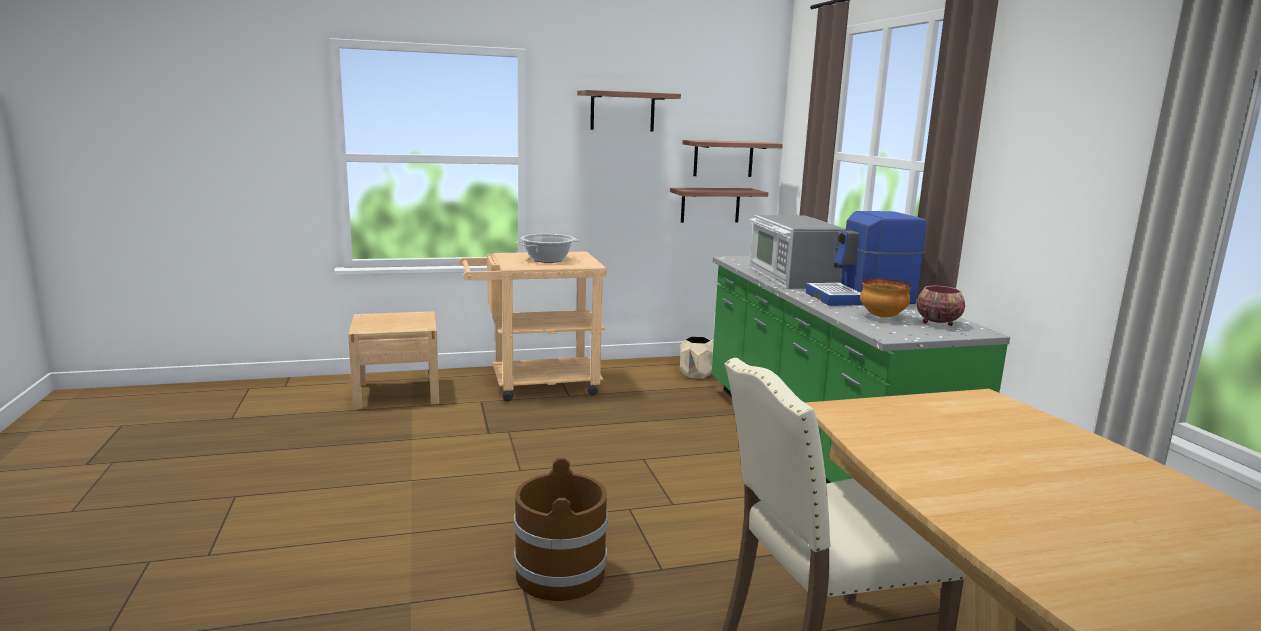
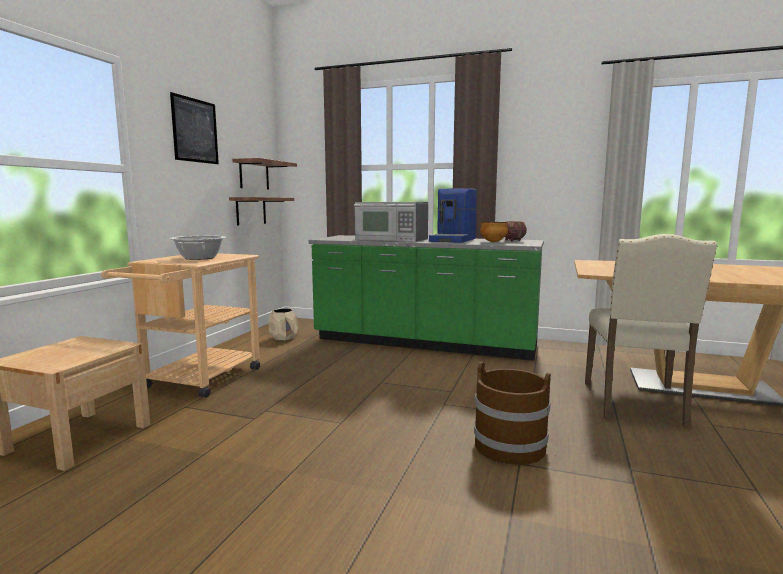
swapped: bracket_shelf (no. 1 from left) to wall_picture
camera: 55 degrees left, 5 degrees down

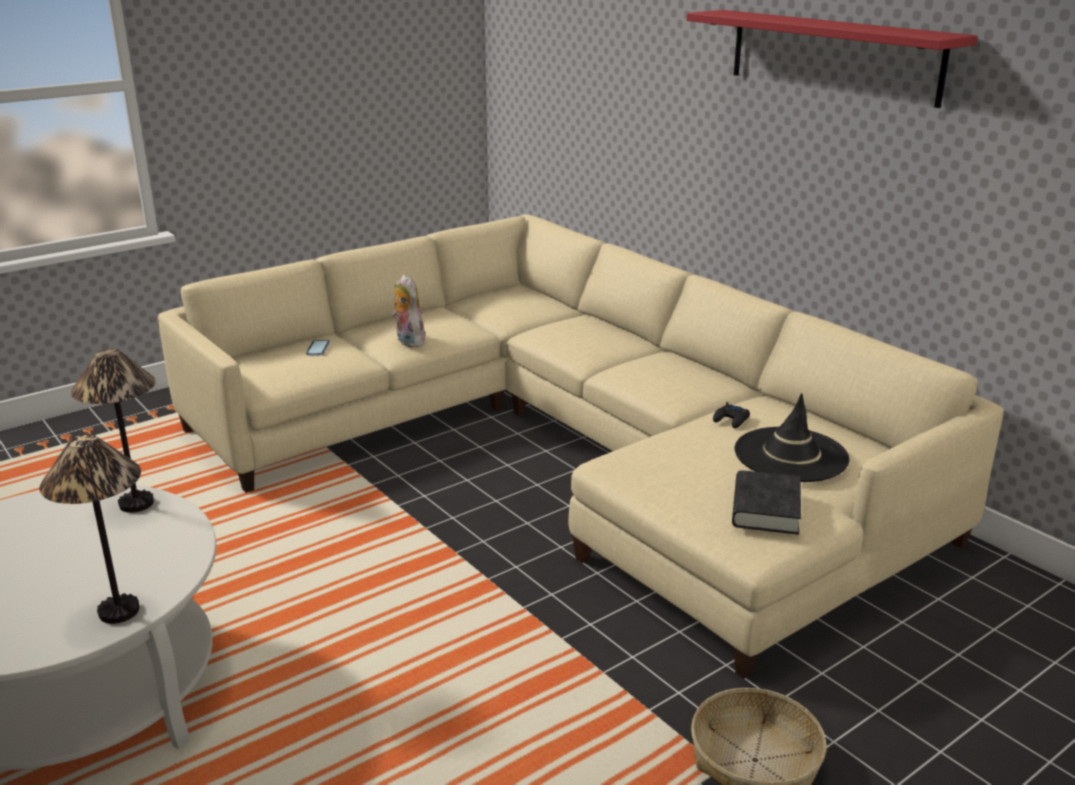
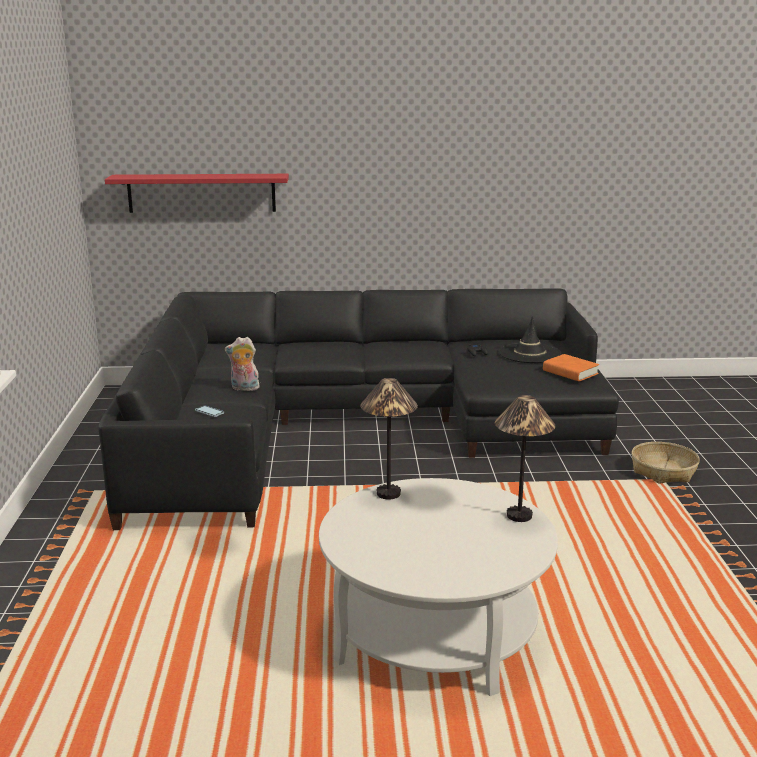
shifted: red_bracket_shelf
repainted: sand-coloured_sofa to blackish_sofa; blackish_book to orangey_book
camera: 55 degrees left, 5 degrees down

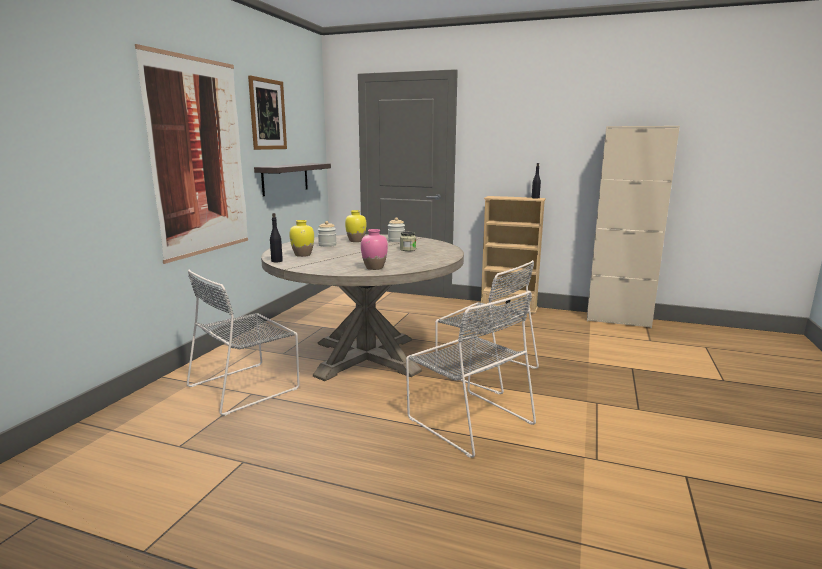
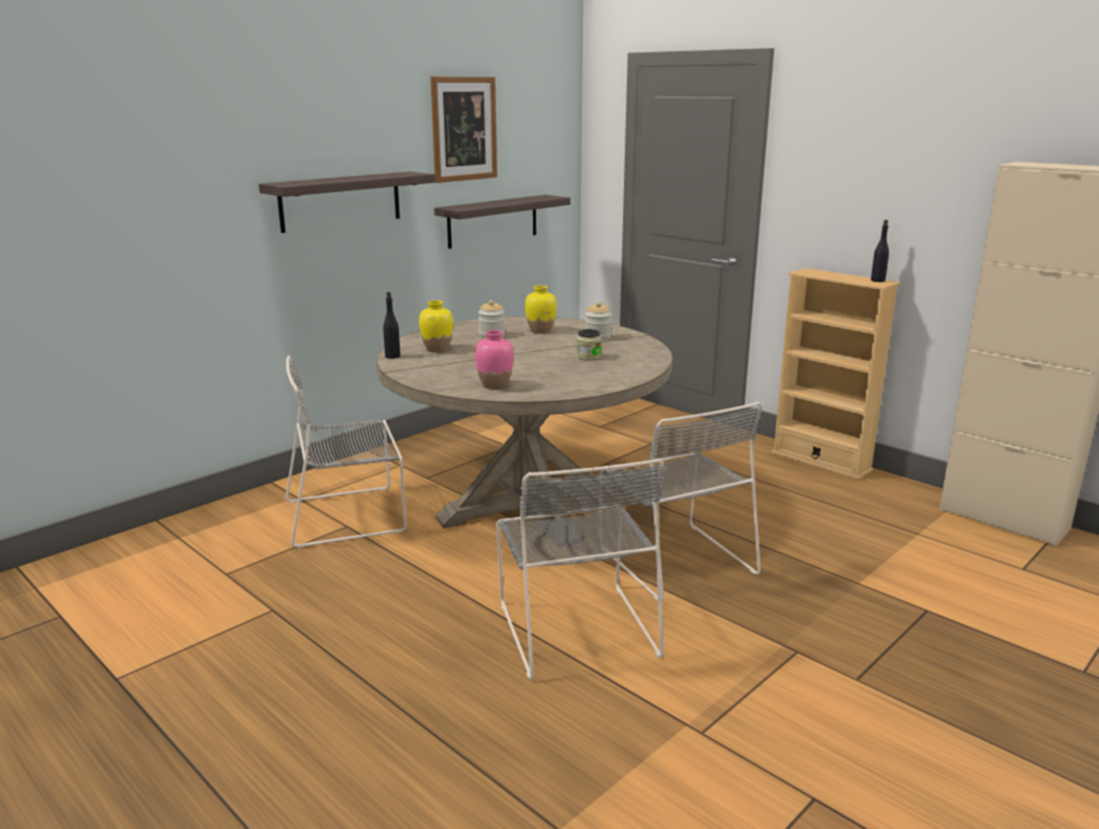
swapped: wall_picture (no. 1 from left) to bracket_shelf (no. 1 from left)
camera: 25 degrees right, 5 degrees up

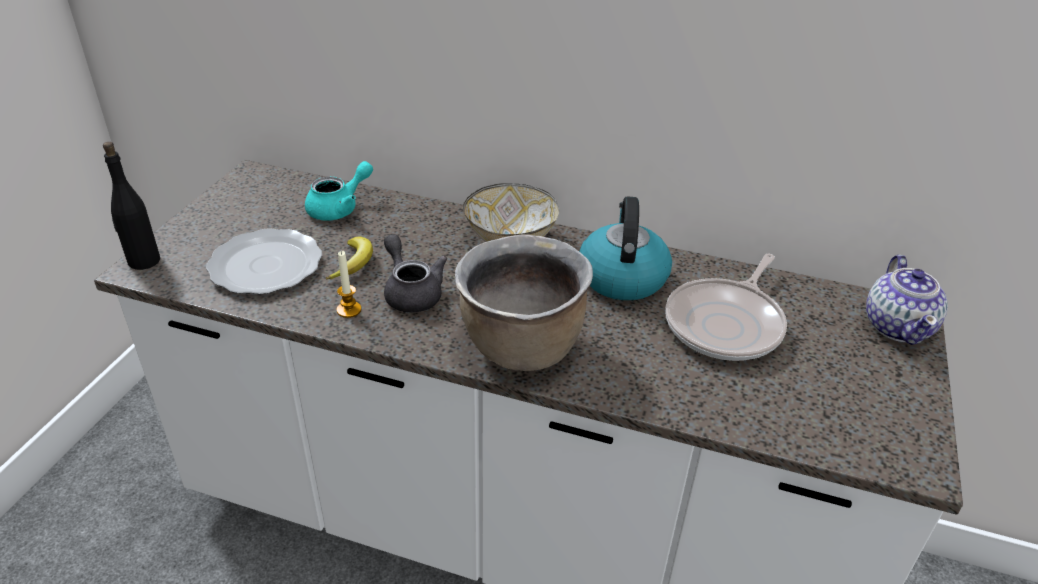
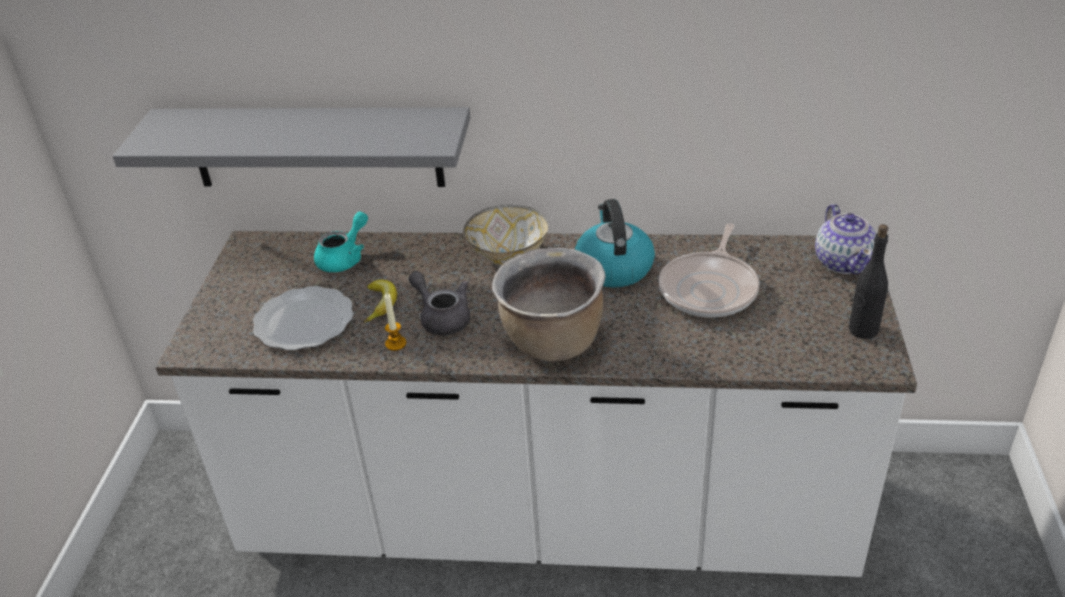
new: greyish_bracket_shelf
shifted: blackish_bottle
camera: 10 degrees left, 0 degrees up

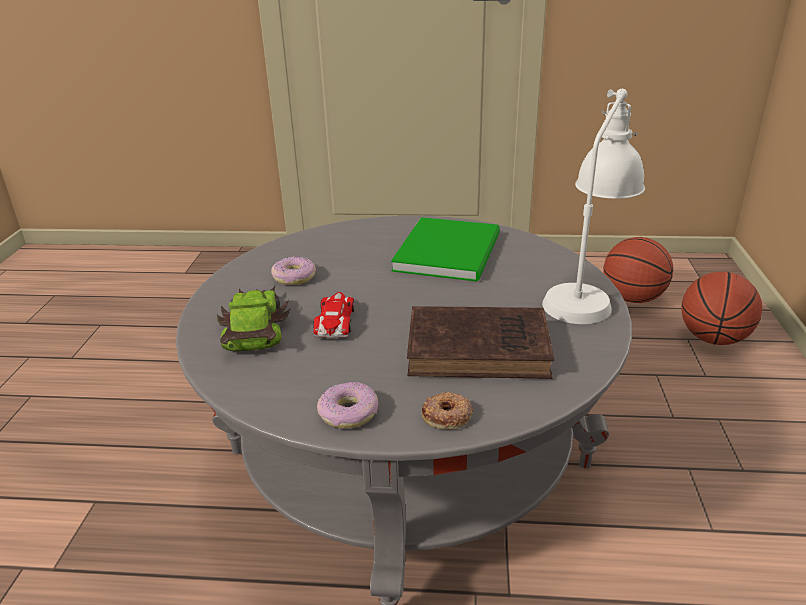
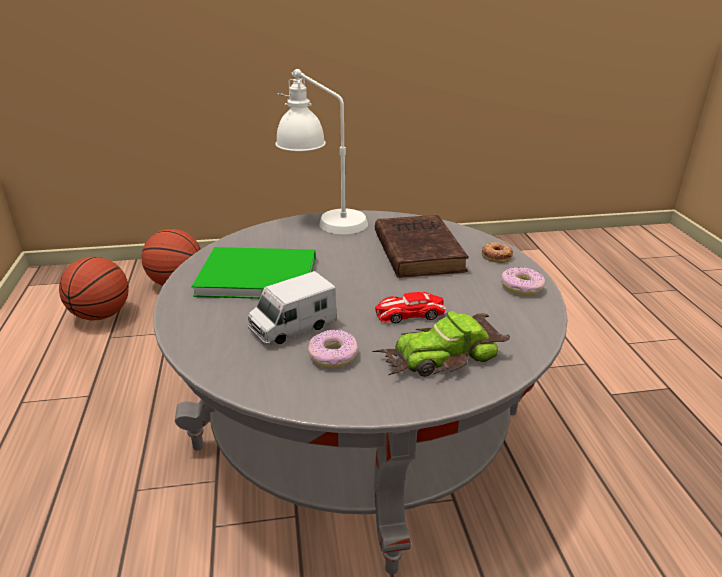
new: model_truck
camera: 105 degrees left, 0 degrees up

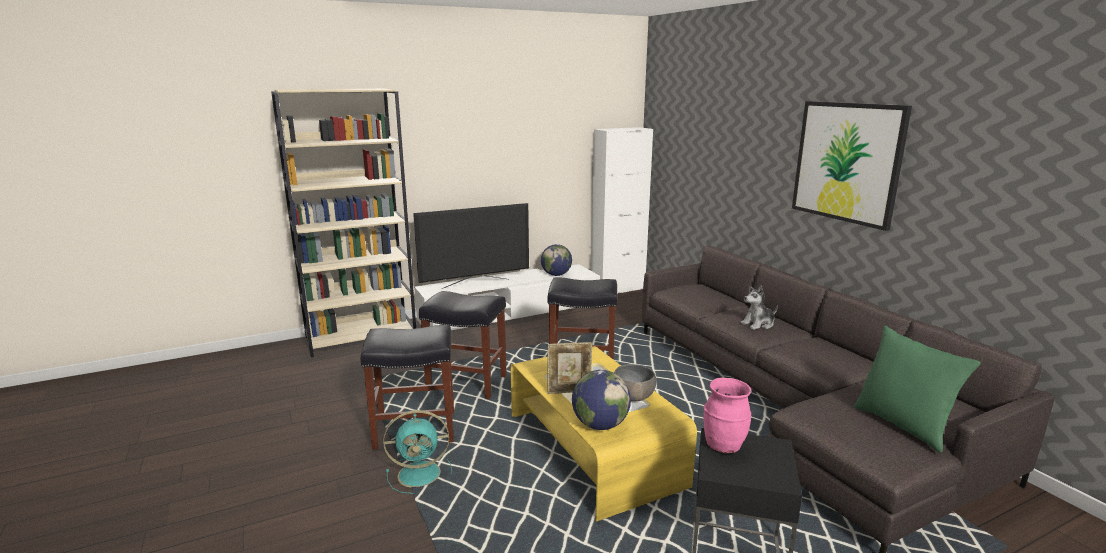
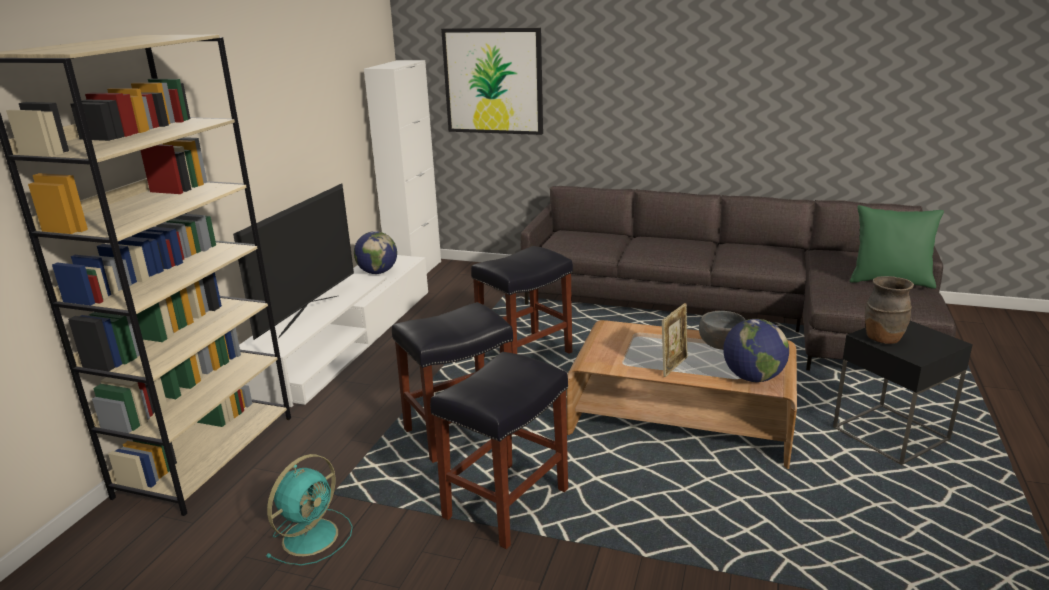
gone: cuddly_toy
shifted: turquoise-coloured_electric_fan; wall_picture
repainted: yellow_coffee_table to brown_coffee_table; pink_decorative_vase to brown_decorative_vase
camera: 45 degrees left, 5 degrees up

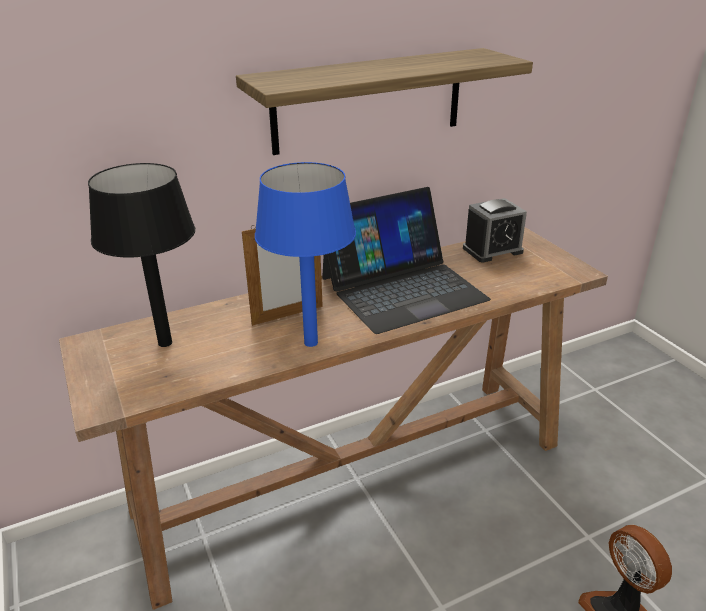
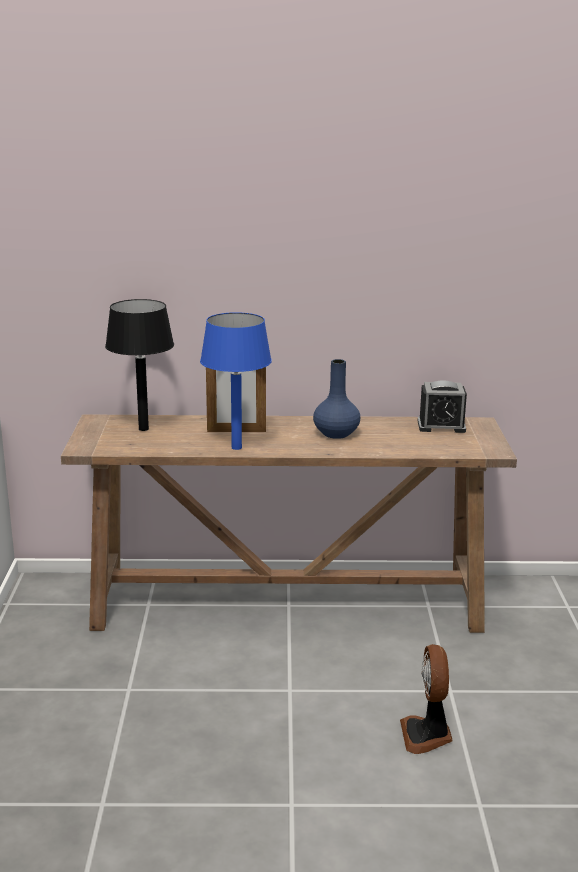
gone: bracket_shelf
swapped: notebook_computer to blue_decorative_vase
camera: 25 degrees right, 10 degrees down

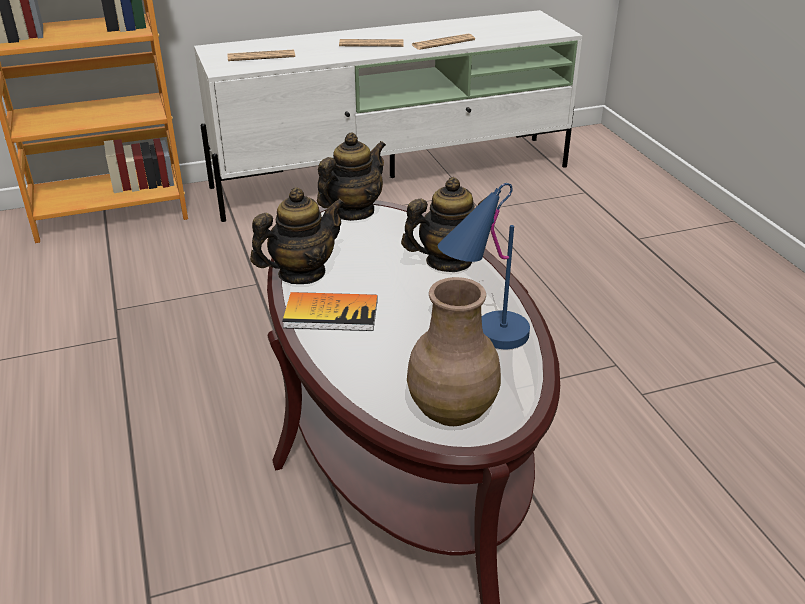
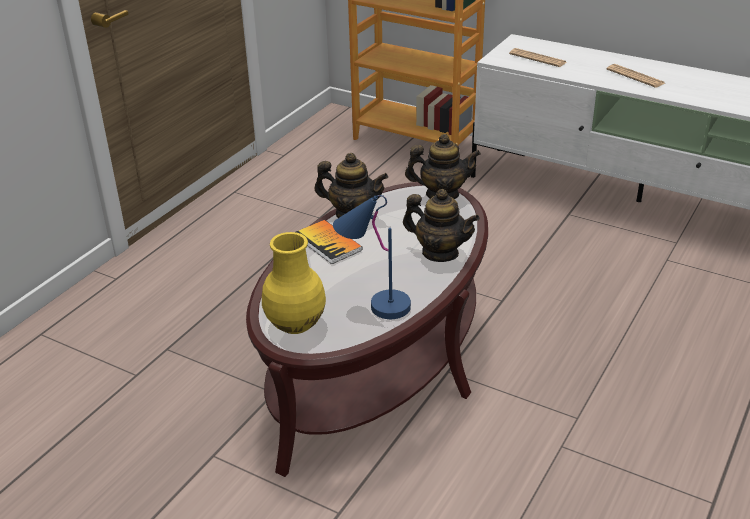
gone: newspaper (no. 3 from left)
repainted: brown_decorative_vase to yellow_decorative_vase
camera: 50 degrees right, 0 degrees up

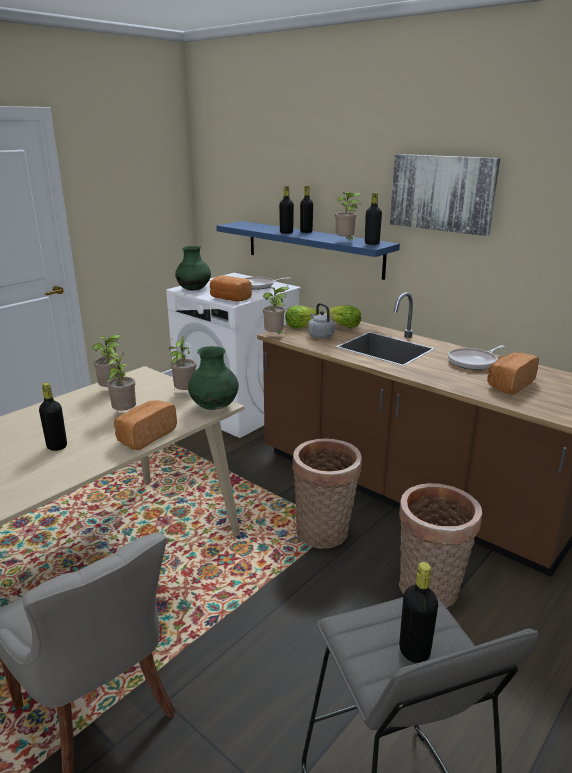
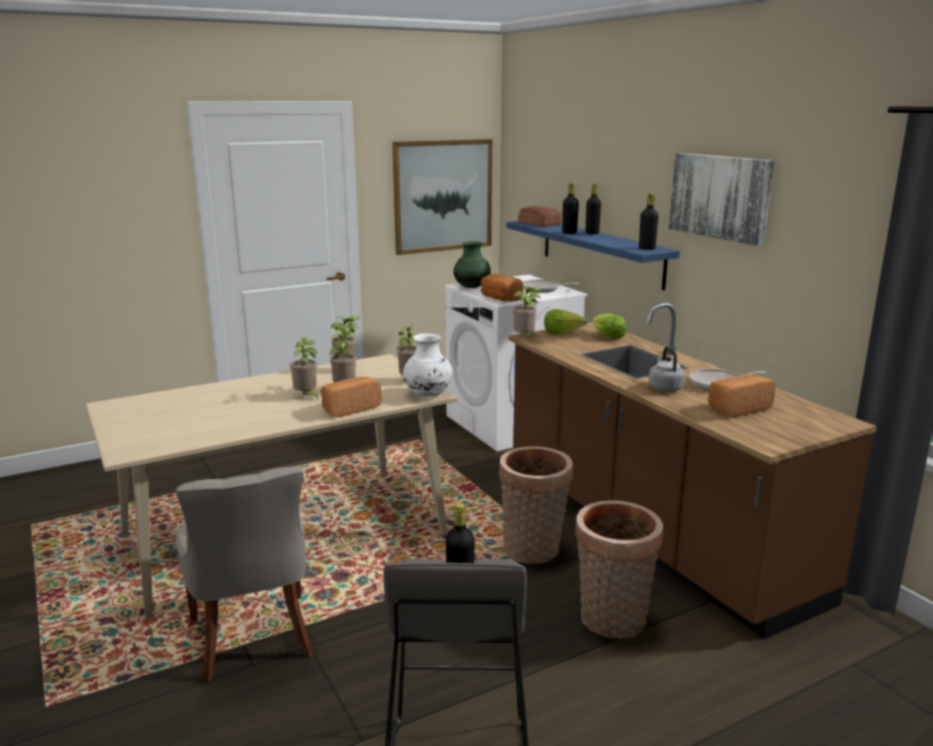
gone: blackish_bottle (no. 1 from left)
new: wall_picture (no. 1 from left); baked_bread (no. 3 from left)
shifted: greyish_water_kettle; houseplant (no. 5 from left in the first image) to houseplant (no. 1 from left)
repainted: green-coloured_decorative_vase (no. 2 from left) to white_decorative_vase
camera: 20 degrees right, 5 degrees down

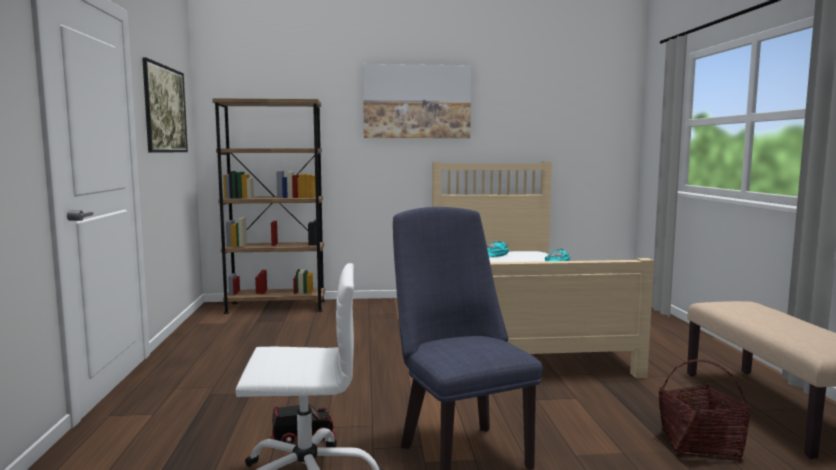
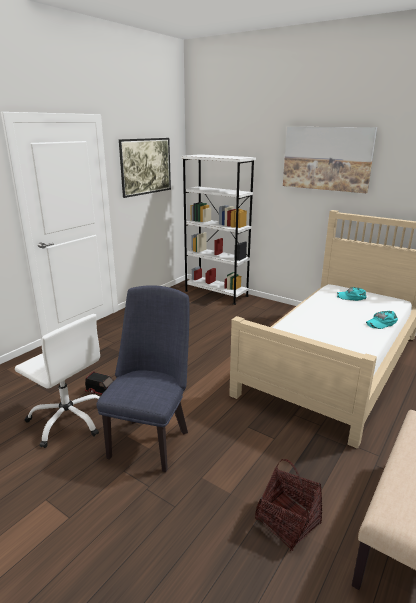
repainted: brown_bookcase to white_bookcase
camera: 40 degrees right, 15 degrees up

